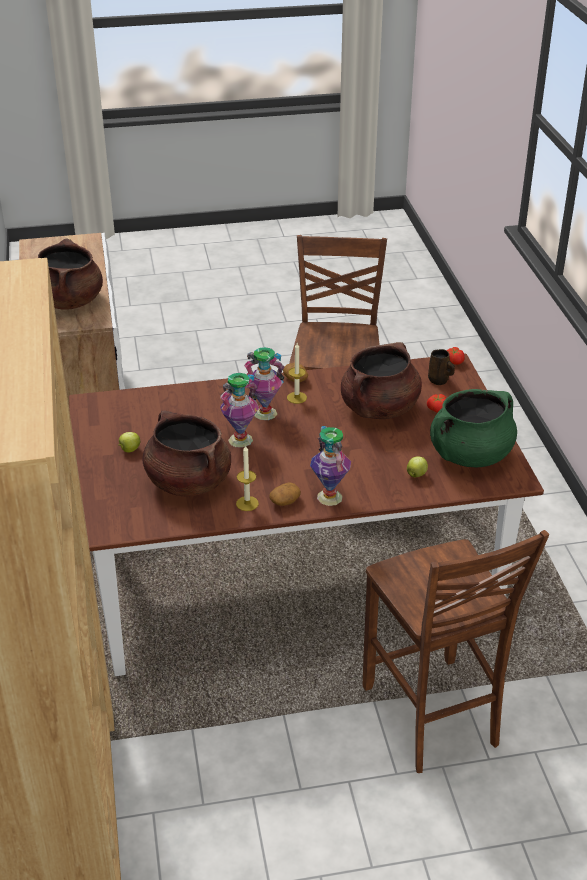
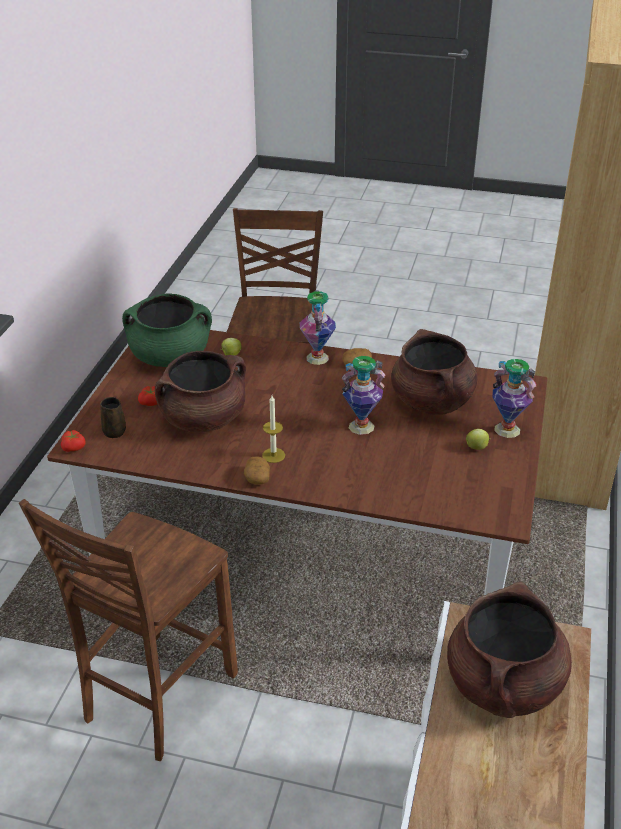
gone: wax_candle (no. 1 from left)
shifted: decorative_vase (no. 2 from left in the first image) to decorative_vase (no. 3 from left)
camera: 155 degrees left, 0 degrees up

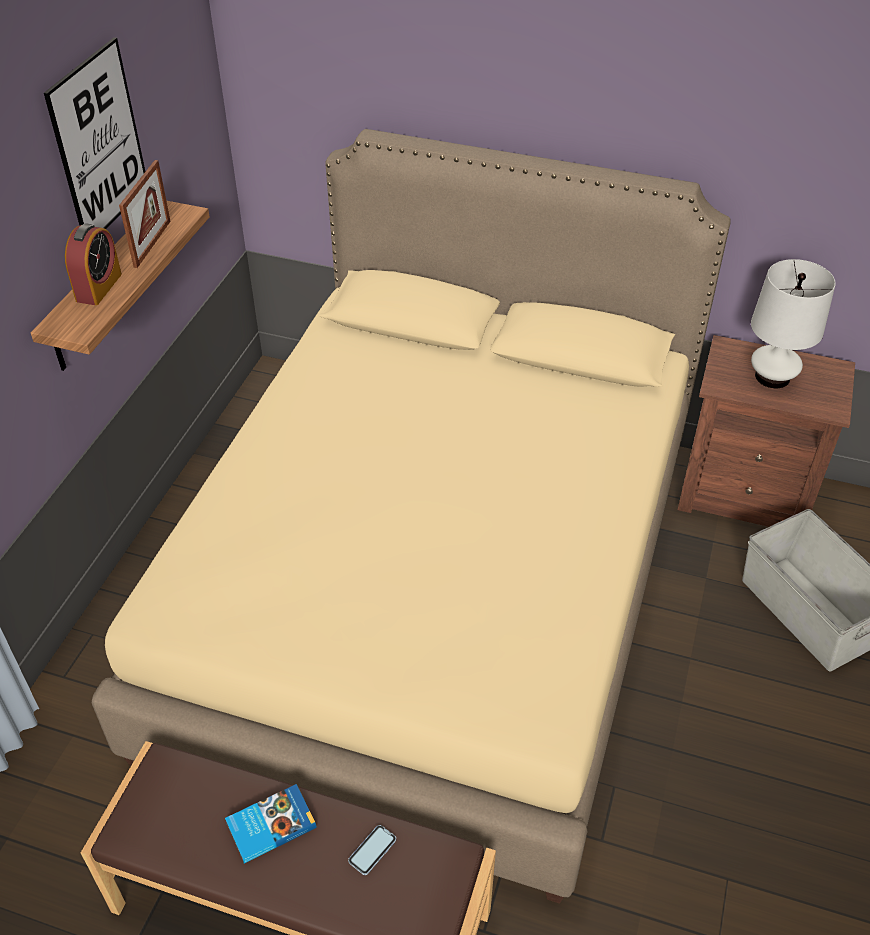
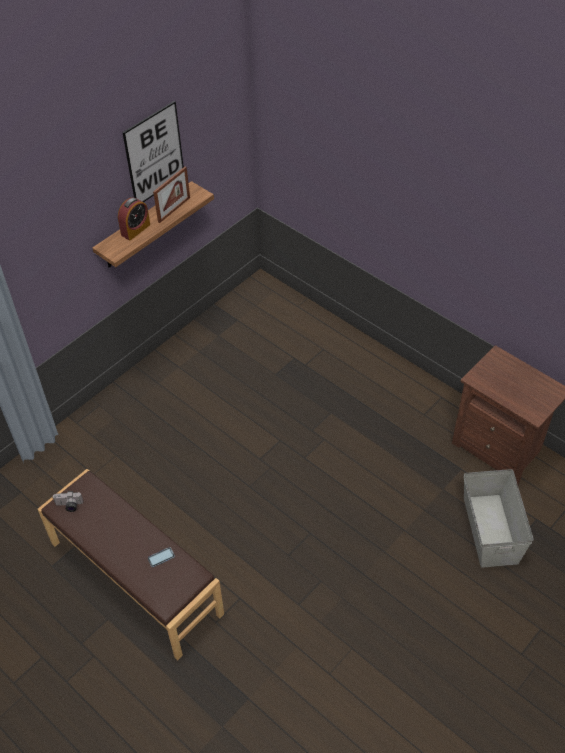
gone: sand-coloured_bedroom_bed; book; white_lamp_for_a_table
new: still_camera
camera: 25 degrees right, 5 degrees up

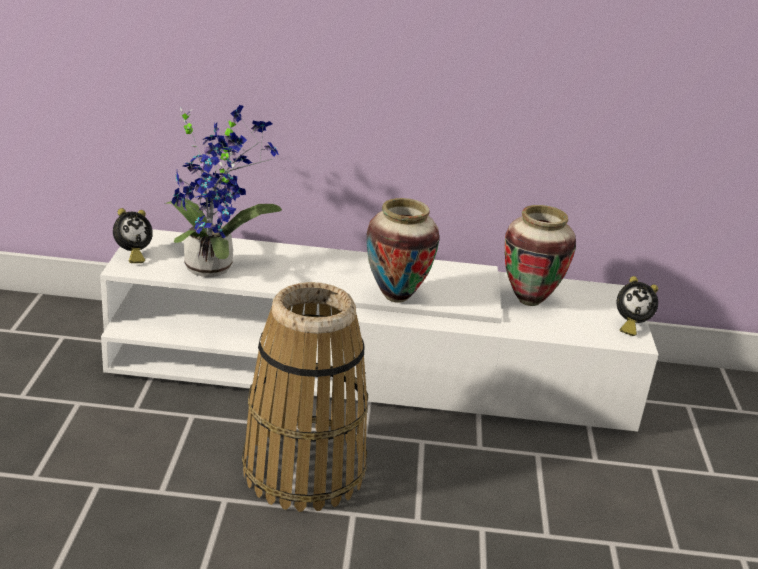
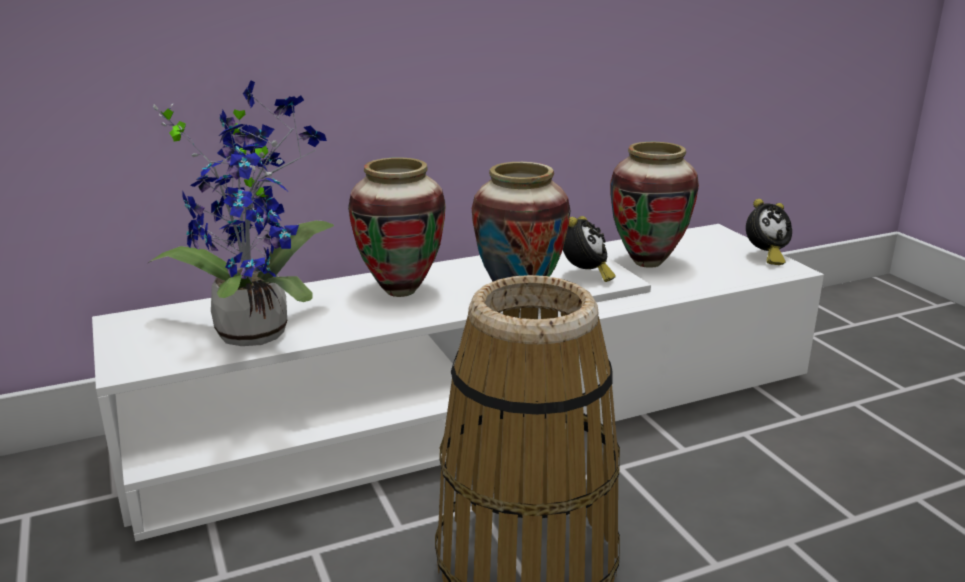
new: decorative_vase (no. 1 from left)
shifted: table_clock (no. 1 from left)
camera: 25 degrees left, 5 degrees down

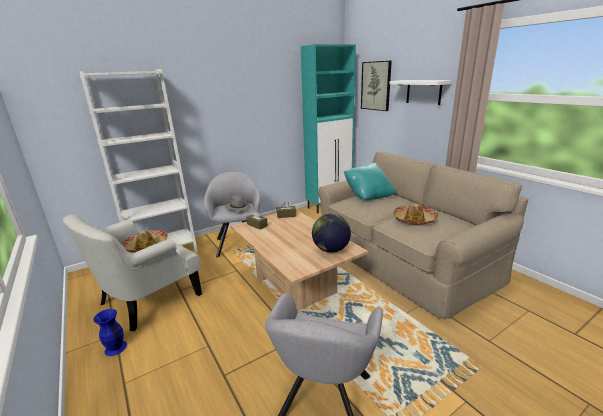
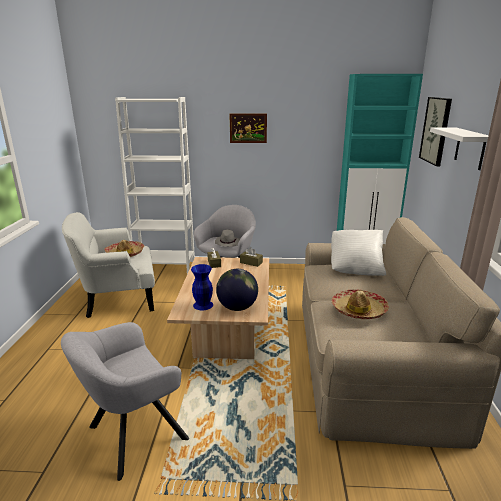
new: wall_picture (no. 1 from left)
shifted: blue_decorative_vase
repainted: turquoise-coloured_throw_pillow to white_throw_pillow
camera: 35 degrees right, 0 degrees up

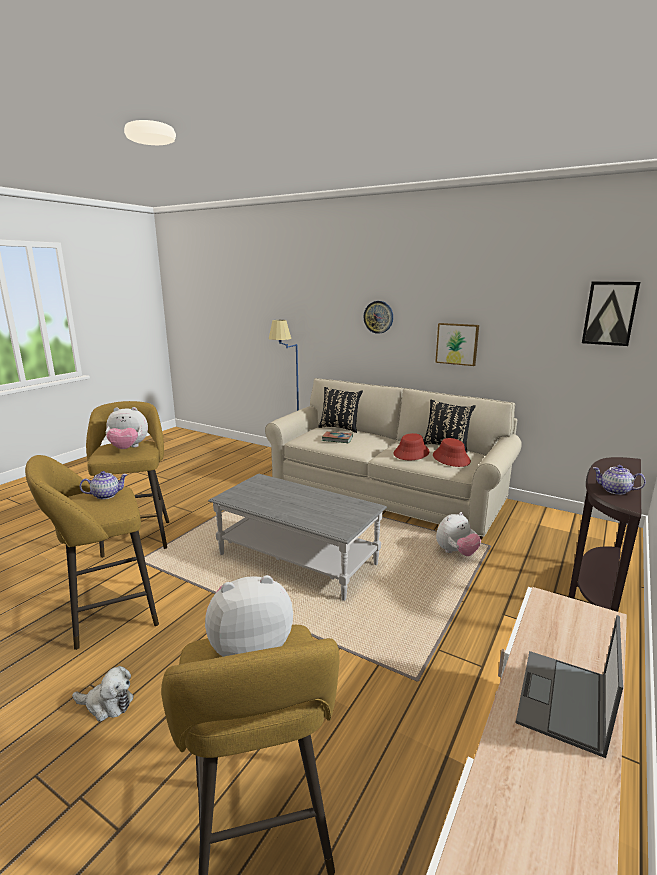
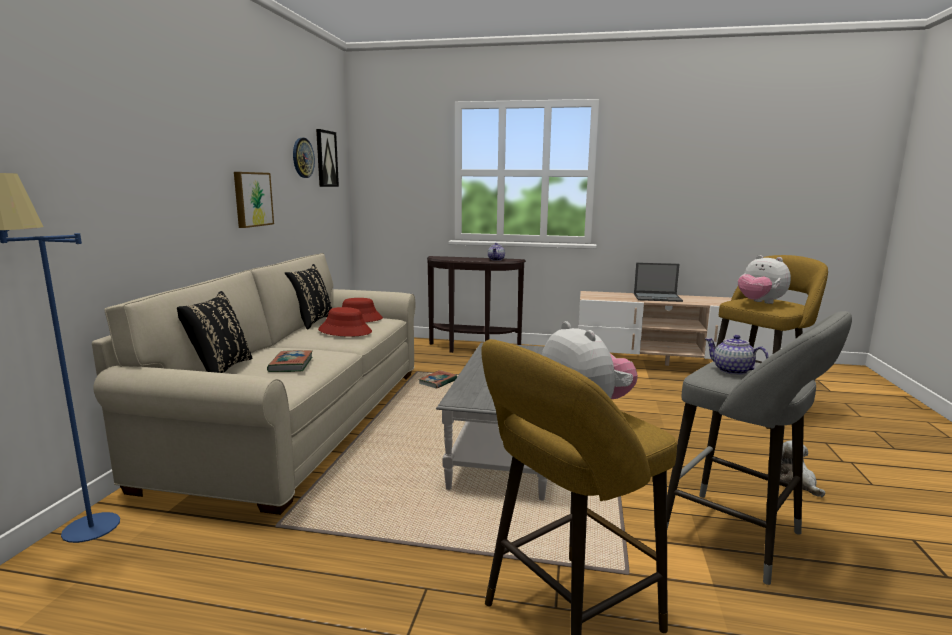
shifted: wall_clock
swapped: cuddly_toy (no. 4 from left) to book (no. 2 from left)
repainted: yellow_sitting_stool (no. 1 from left) to greyish_sitting_stool
camera: 110 degrees left, 5 degrees down

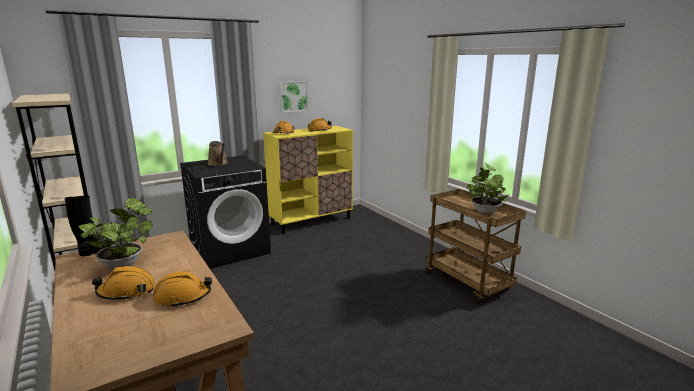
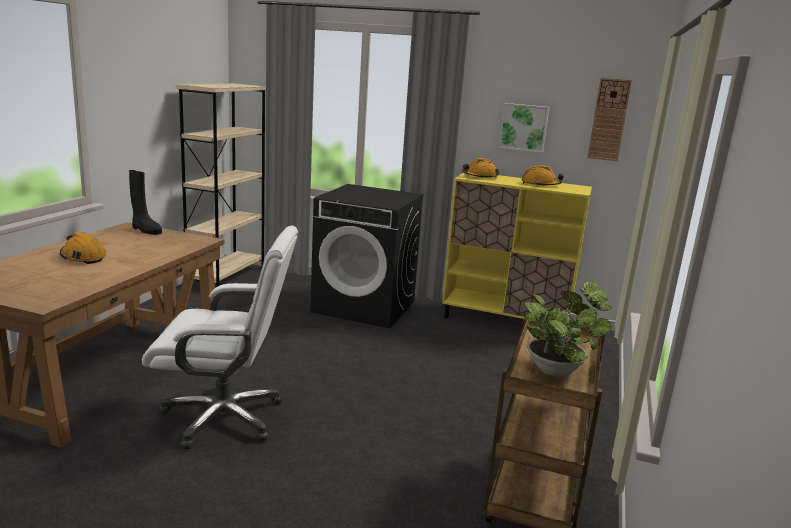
gone: houseplant (no. 1 from left); orangey_hard_hat (no. 2 from left); brown_watering_pot
new: white_desk_chair; wall_clock
camera: 50 degrees right, 0 degrees up

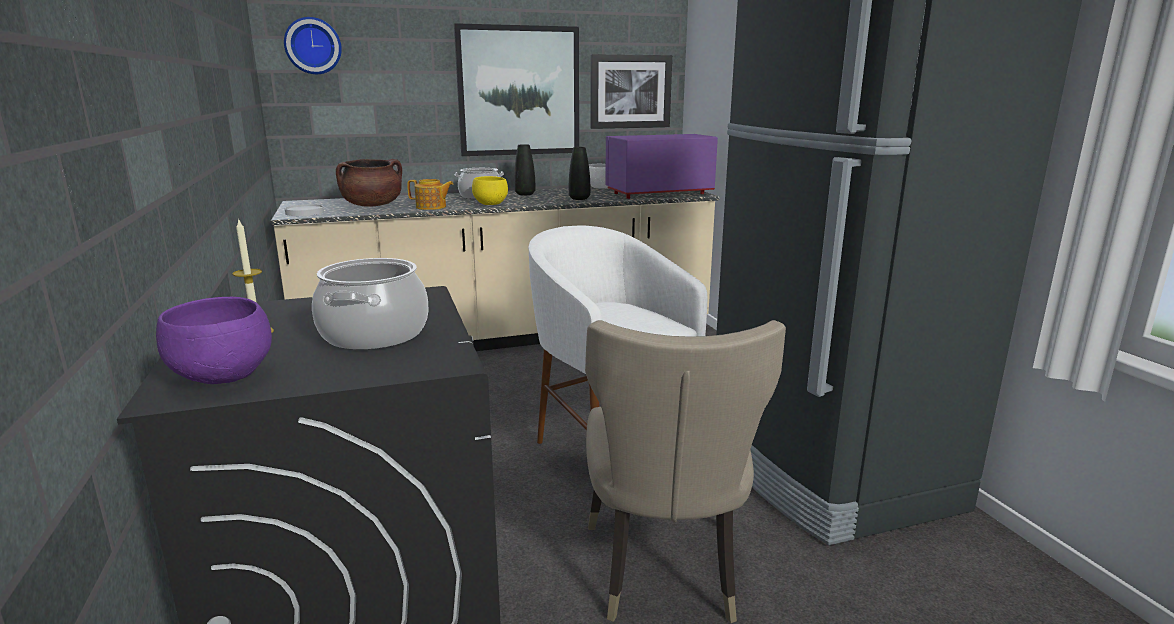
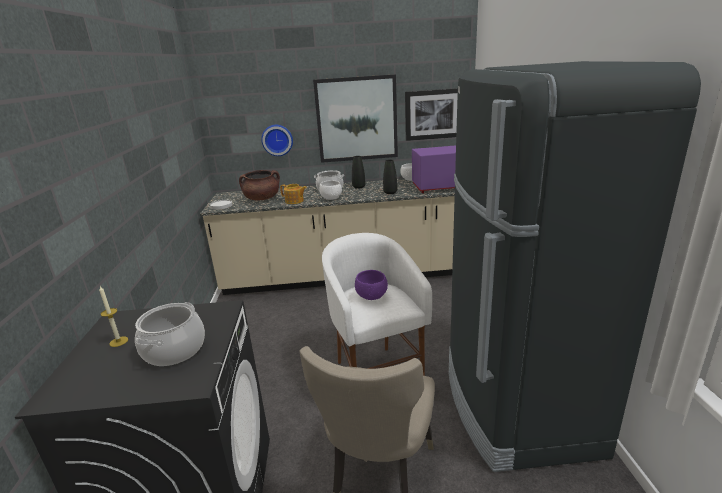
shifted: purple-coloured_deep_dish; wall_clock
repainted: yellow_deep_dish to white_deep_dish (no. 1 from left)
camera: 15 degrees right, 5 degrees up

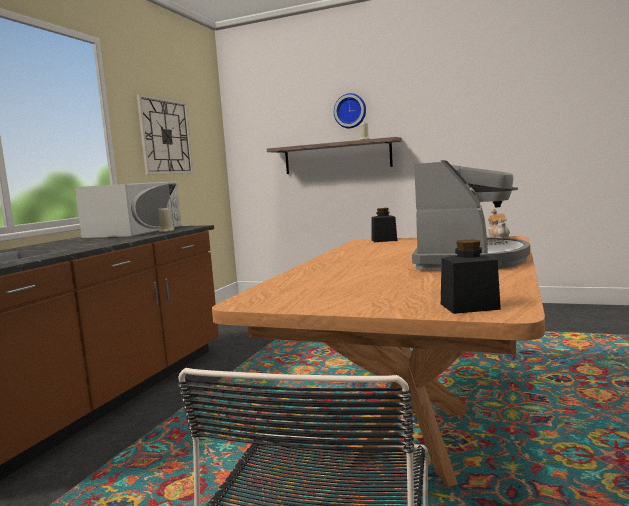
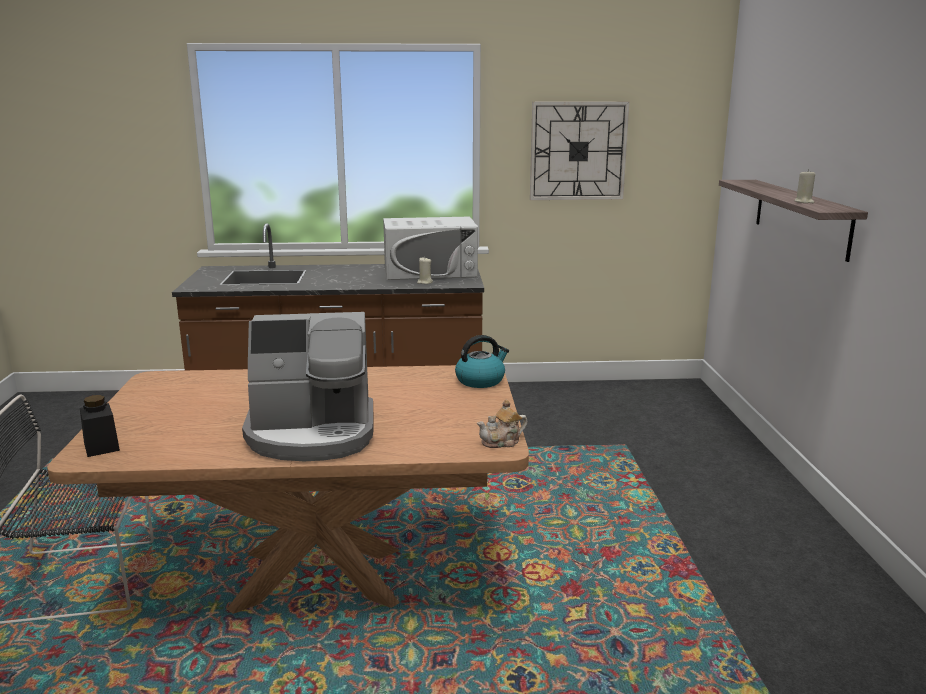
gone: wall_clock (no. 2 from left)
swapped: blackish_preserve_jar (no. 1 from left) to water_kettle
camera: 65 degrees right, 10 degrees up

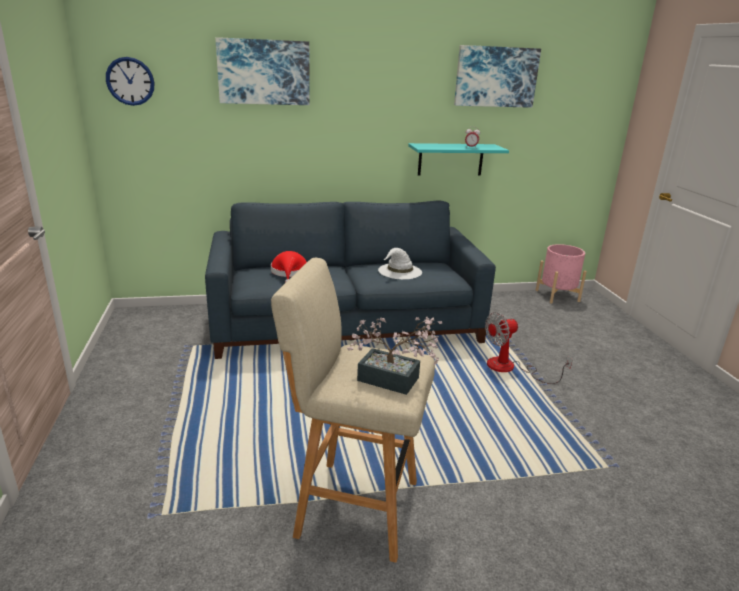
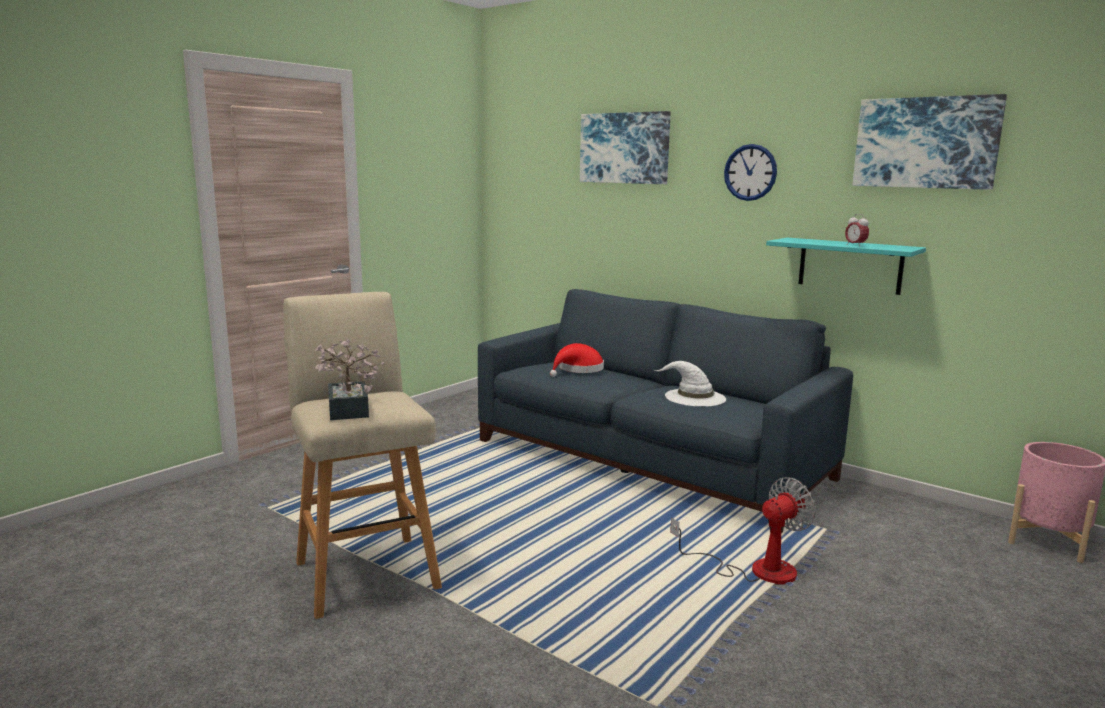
shifted: wall_clock
rotated: electric_fan 120 degrees clockwise
camera: 50 degrees right, 10 degrees down

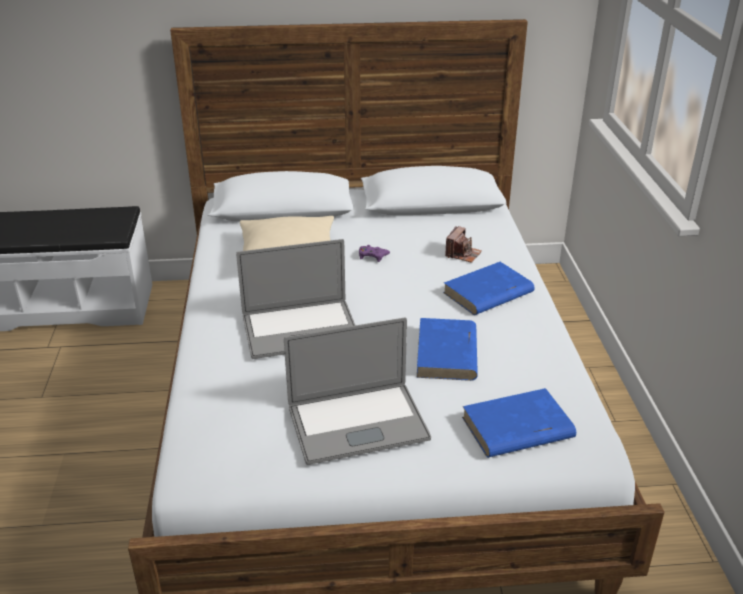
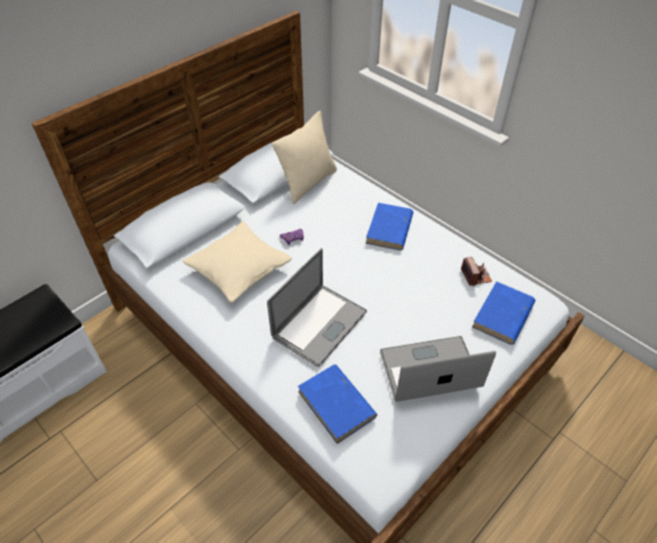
new: sand-coloured_throw_pillow (no. 2 from left)
shifted: blue_book (no. 1 from left); still_camera
rotated: notebook_computer (no. 2 from left) 135 degrees counterclockwise
camera: 40 degrees left, 15 degrees up

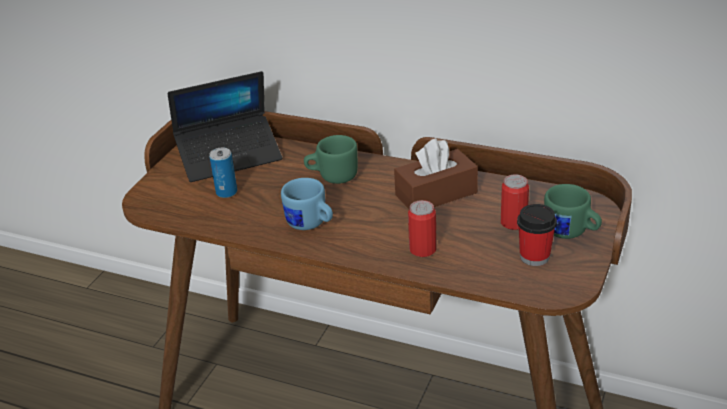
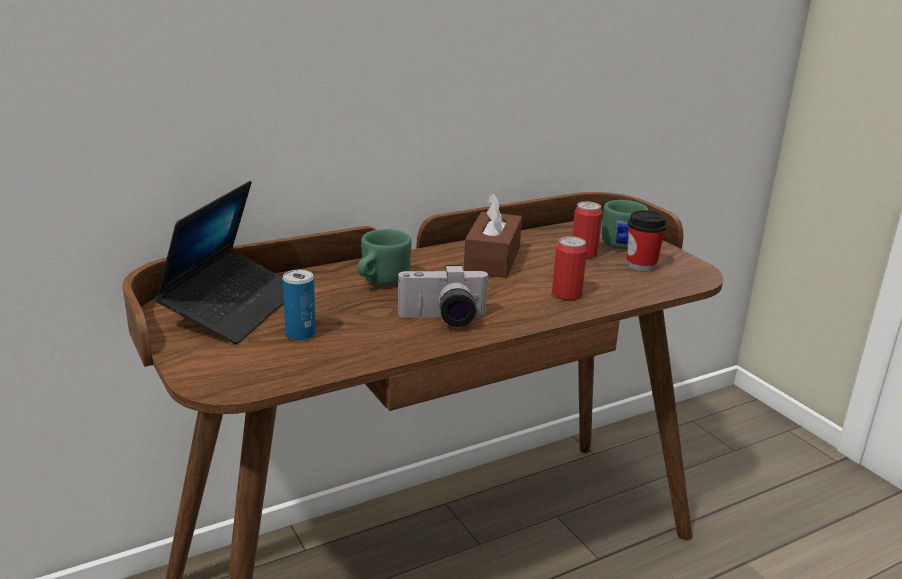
swapped: blue_coffee_mug to still_camera
camera: 55 degrees left, 10 degrees down

